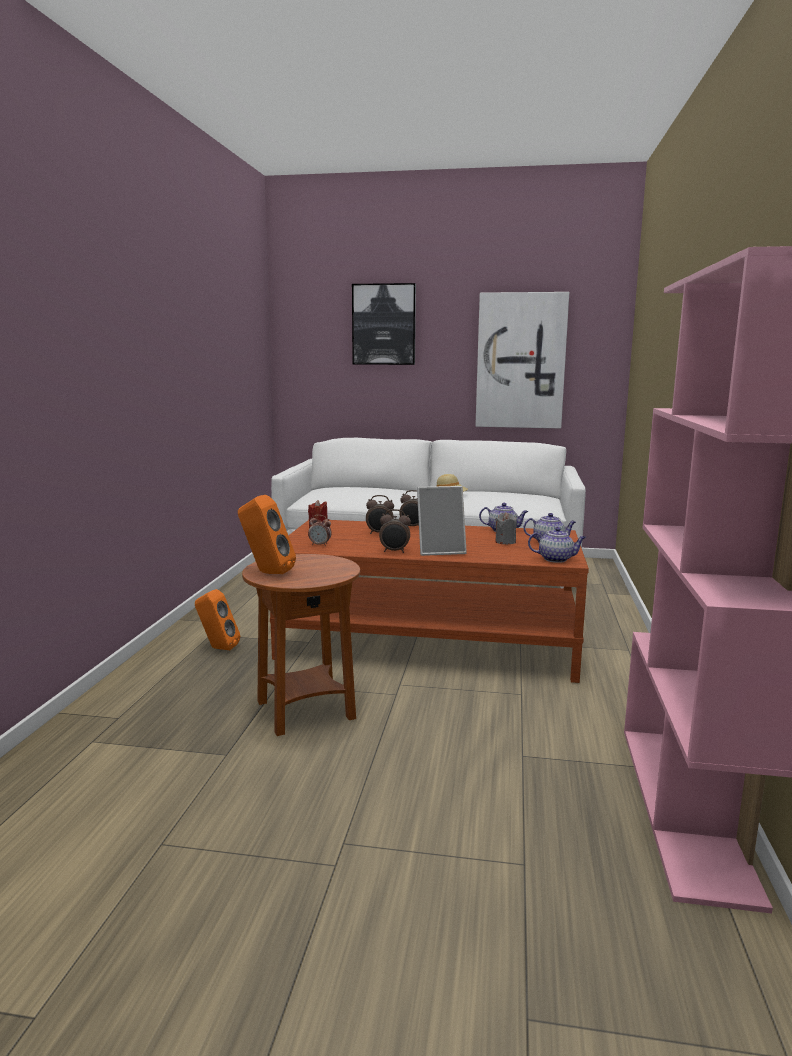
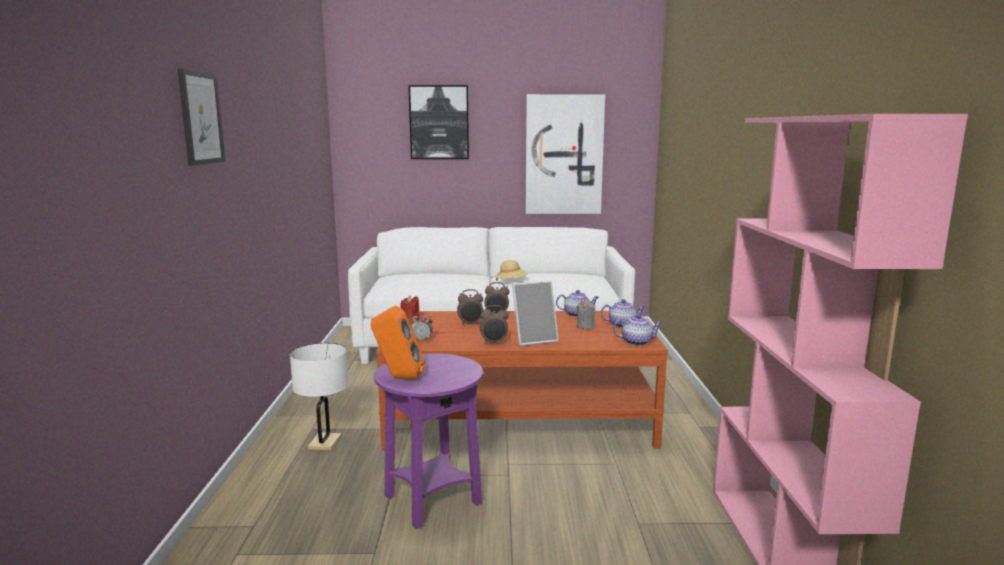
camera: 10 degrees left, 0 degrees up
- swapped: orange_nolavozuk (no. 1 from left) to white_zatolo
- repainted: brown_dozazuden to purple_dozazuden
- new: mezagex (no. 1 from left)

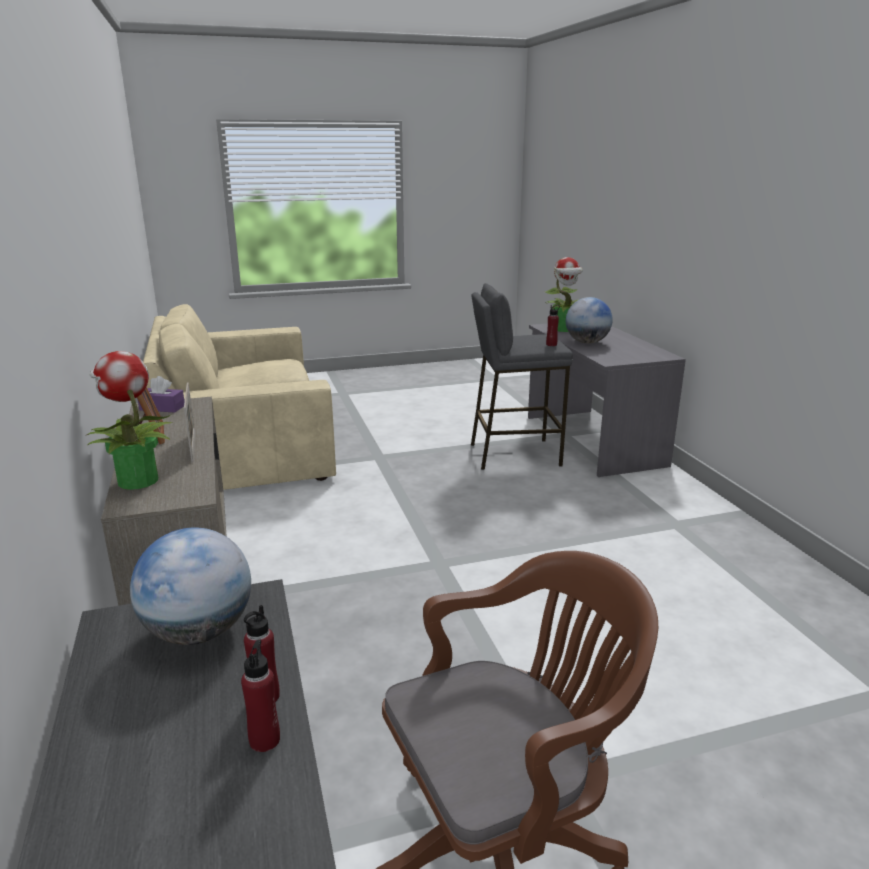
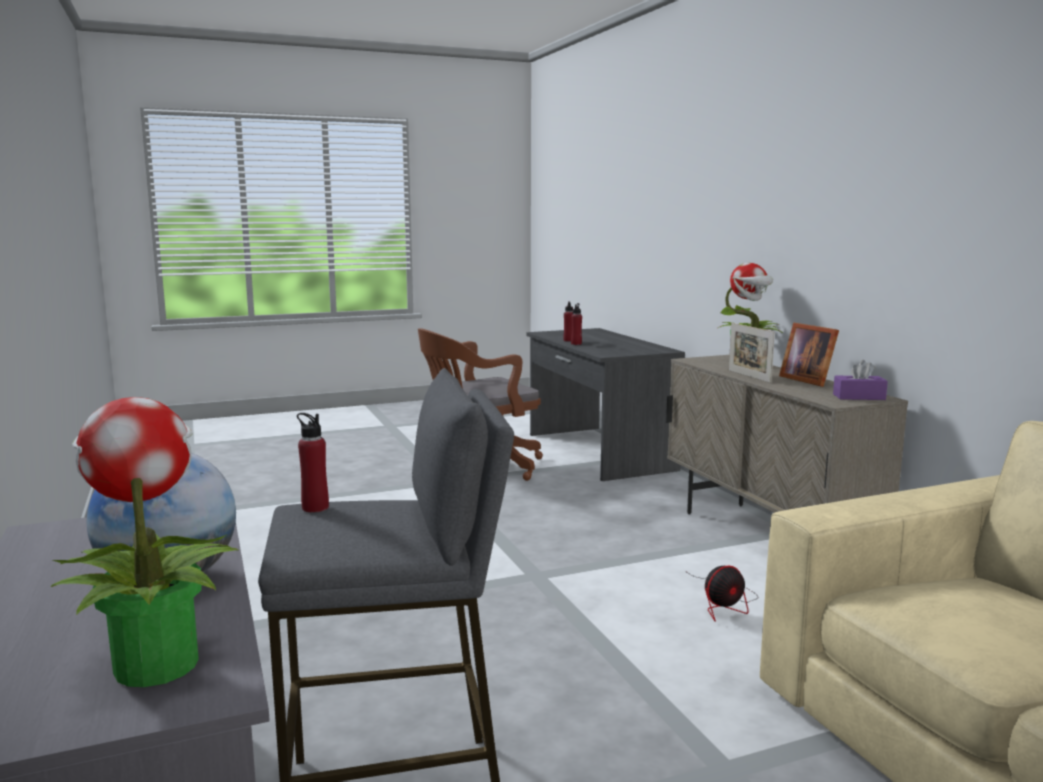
camera: 175 degrees right, 10 degrees down
- gone: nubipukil (no. 1 from left)
- new: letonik

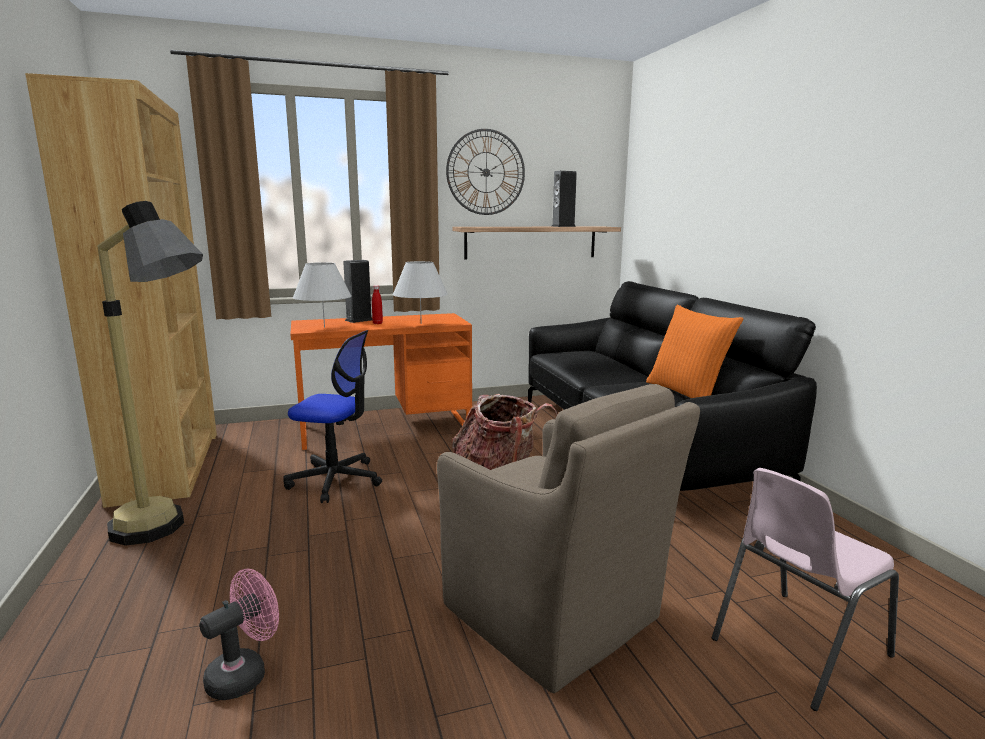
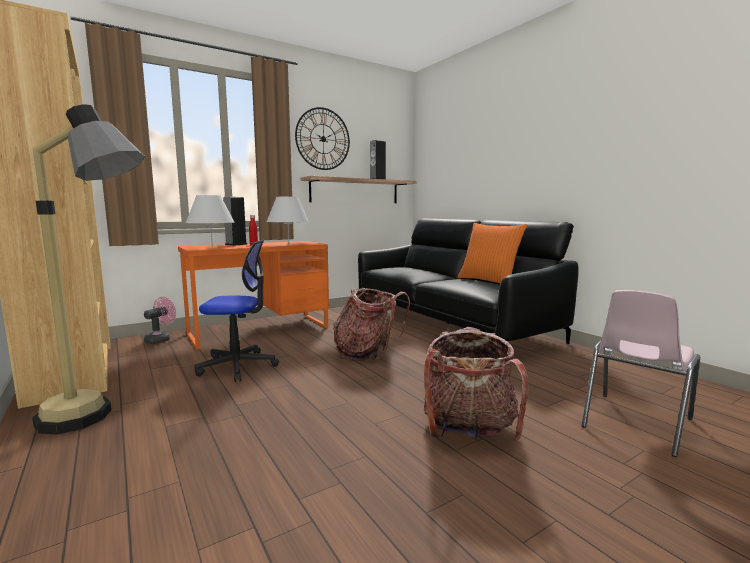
camera: 15 degrees left, 5 degrees down
- shifted: pink_letonik
- swapped: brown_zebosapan to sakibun (no. 2 from left)

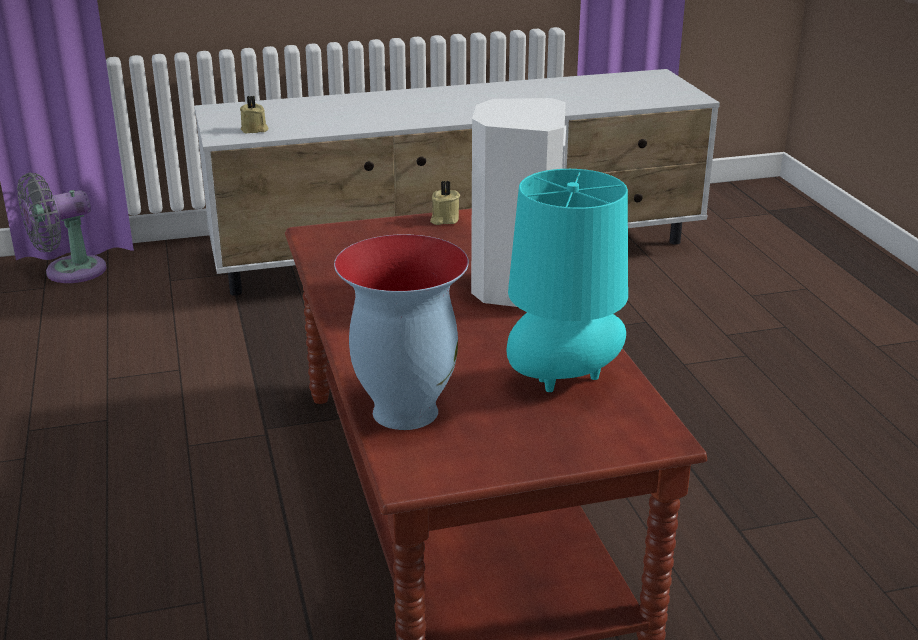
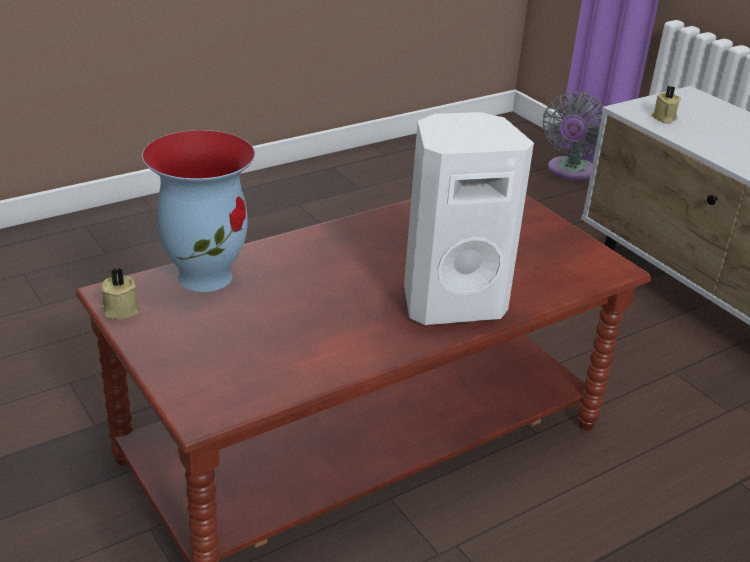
camera: 70 degrees right, 5 degrees up
- rotated: grey_letonik 105 degrees counterclockwise
- shifted: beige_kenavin (no. 2 from left in the first image) to beige_kenavin (no. 1 from left)
- gone: turquoise_zatolo

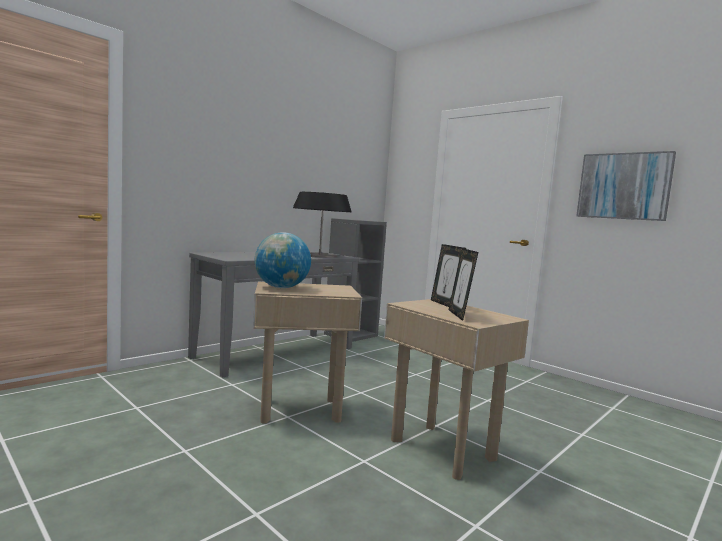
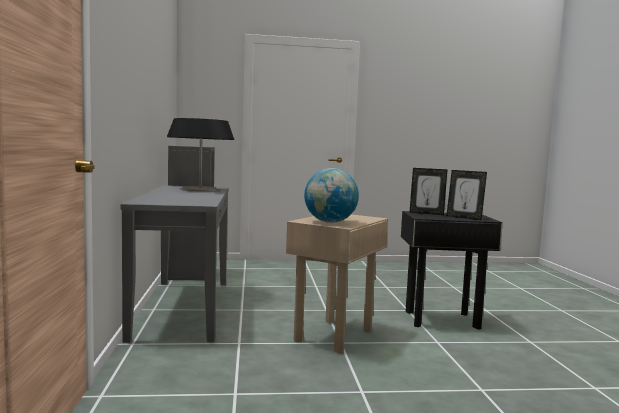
camera: 50 degrees left, 0 degrees up
- repainted: beige_dozazuden (no. 2 from left) to black_dozazuden
- gone: mezagex

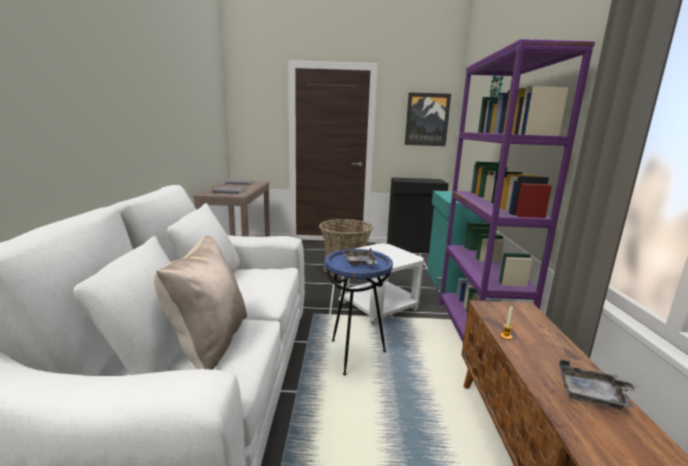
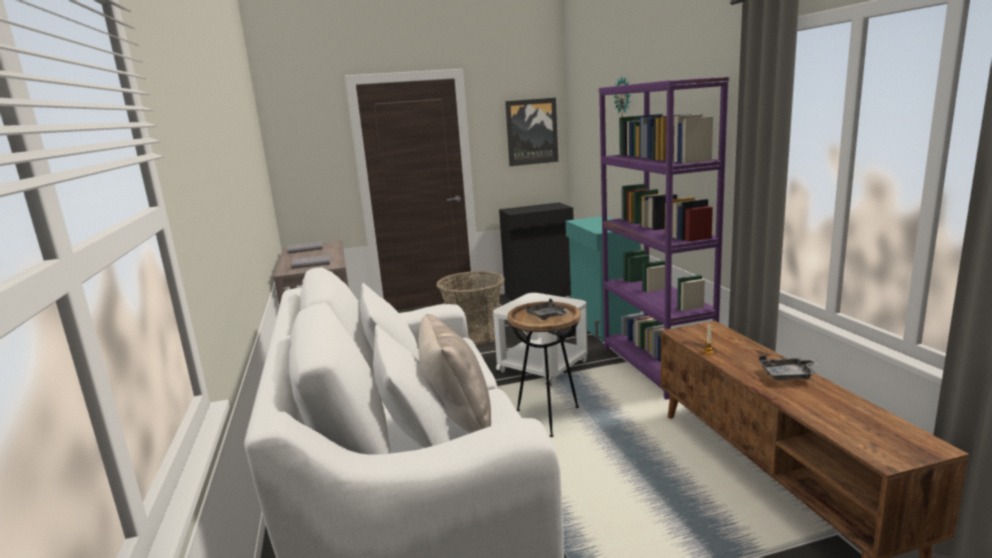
camera: 15 degrees left, 0 degrees up
- repainted: blue_dozazuden to brown_dozazuden

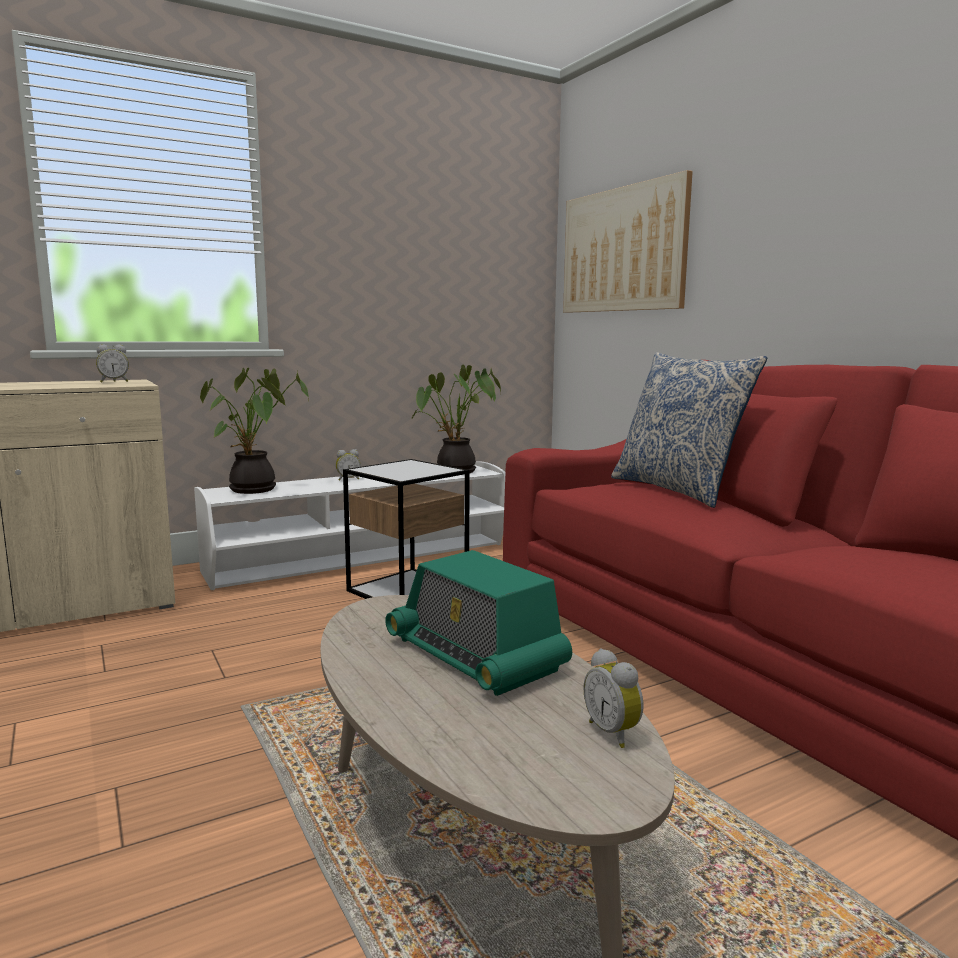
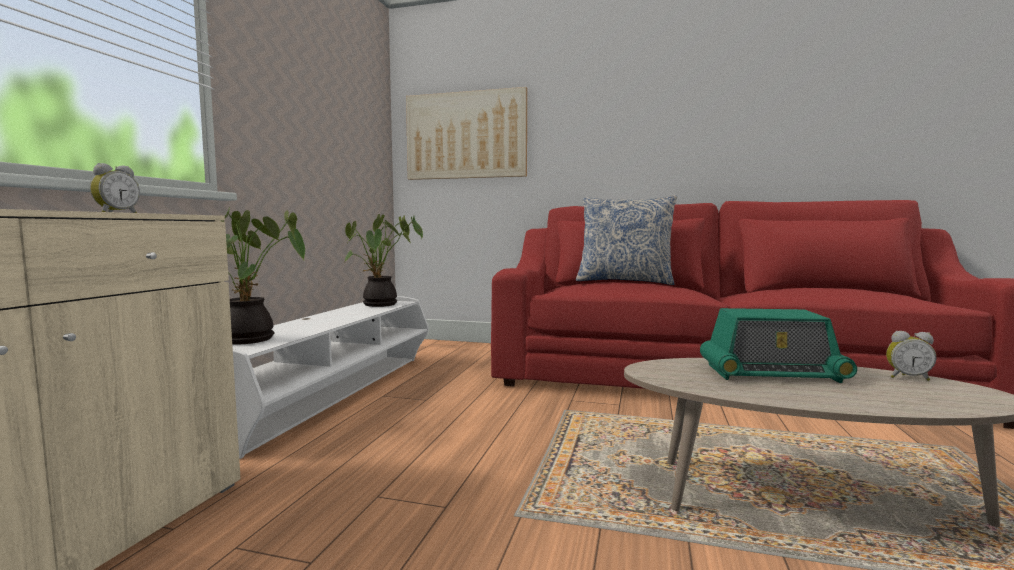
camera: 45 degrees left, 5 degrees down
- gone: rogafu (no. 2 from left)
- gone: dozazuden

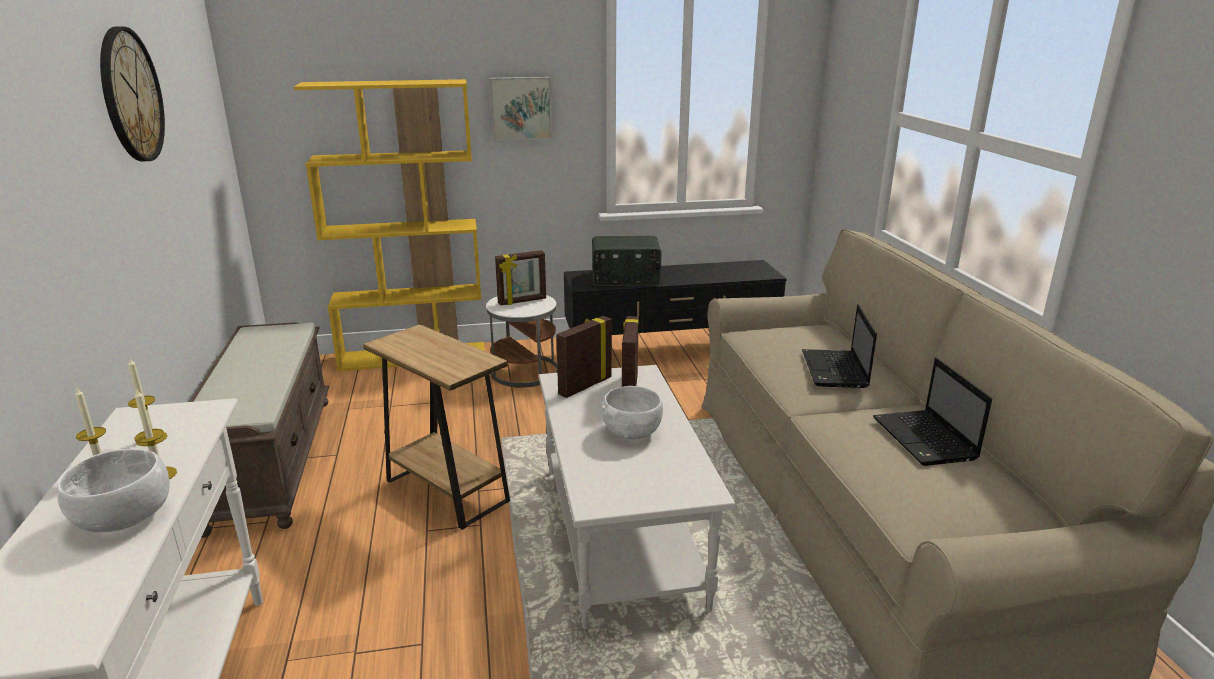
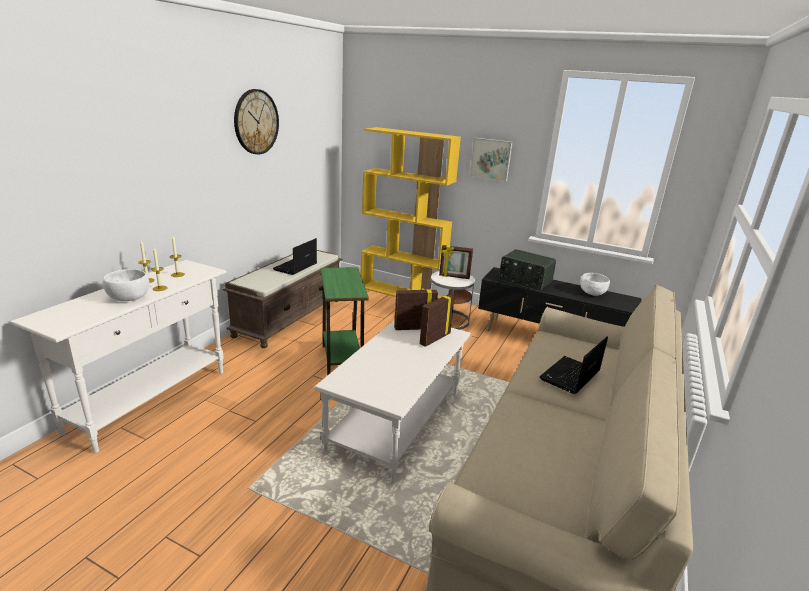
camera: 35 degrees right, 0 degrees up
- repainted: brown_dozazuden to green_dozazuden
- shifted: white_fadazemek (no. 2 from left)
- shifted: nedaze (no. 2 from left in the first image) to nedaze (no. 1 from left)

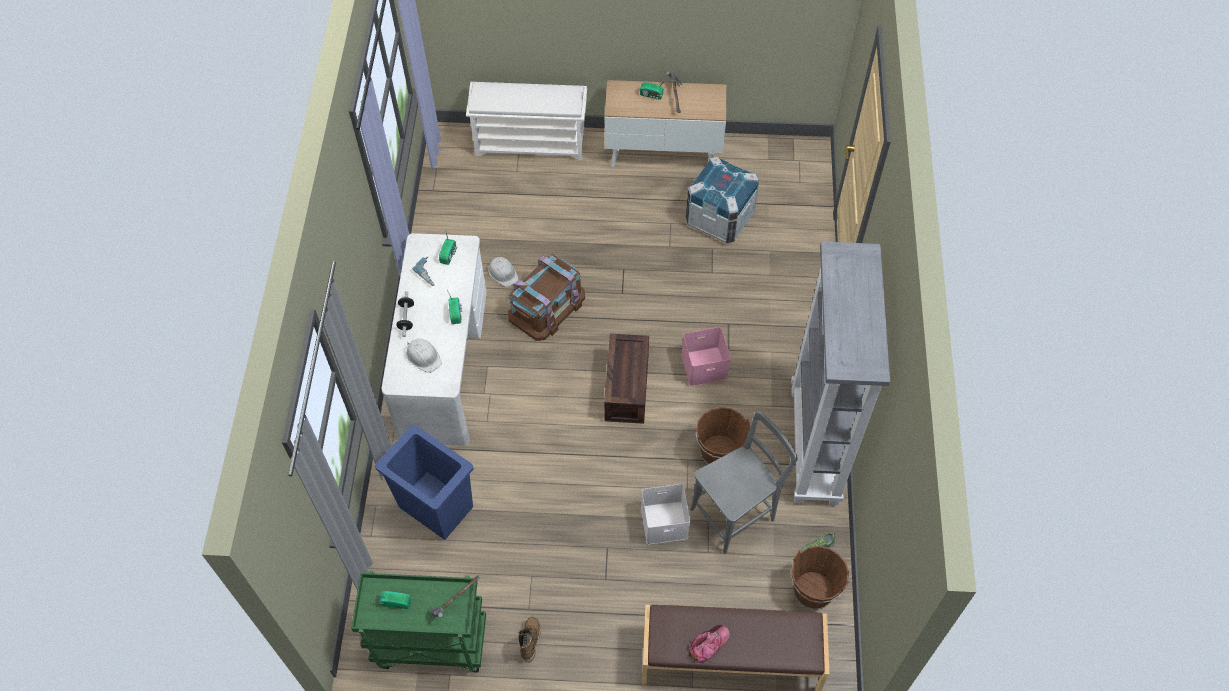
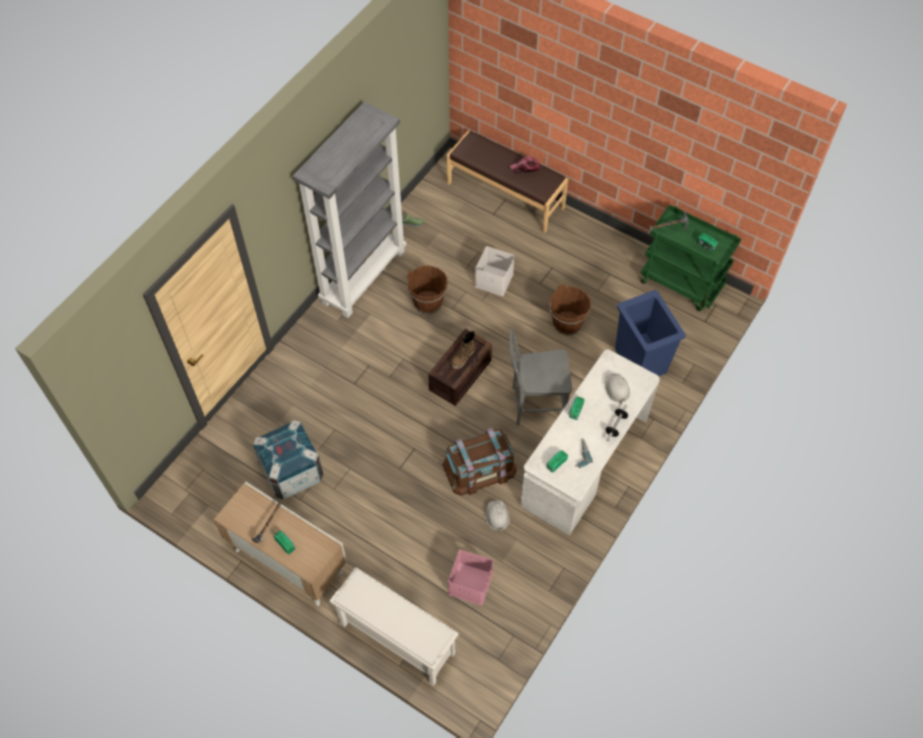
camera: 150 degrees left, 0 degrees up
- shifted: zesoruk
- shifted: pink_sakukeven
- shifted: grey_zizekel
- shifted: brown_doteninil (no. 2 from left)

